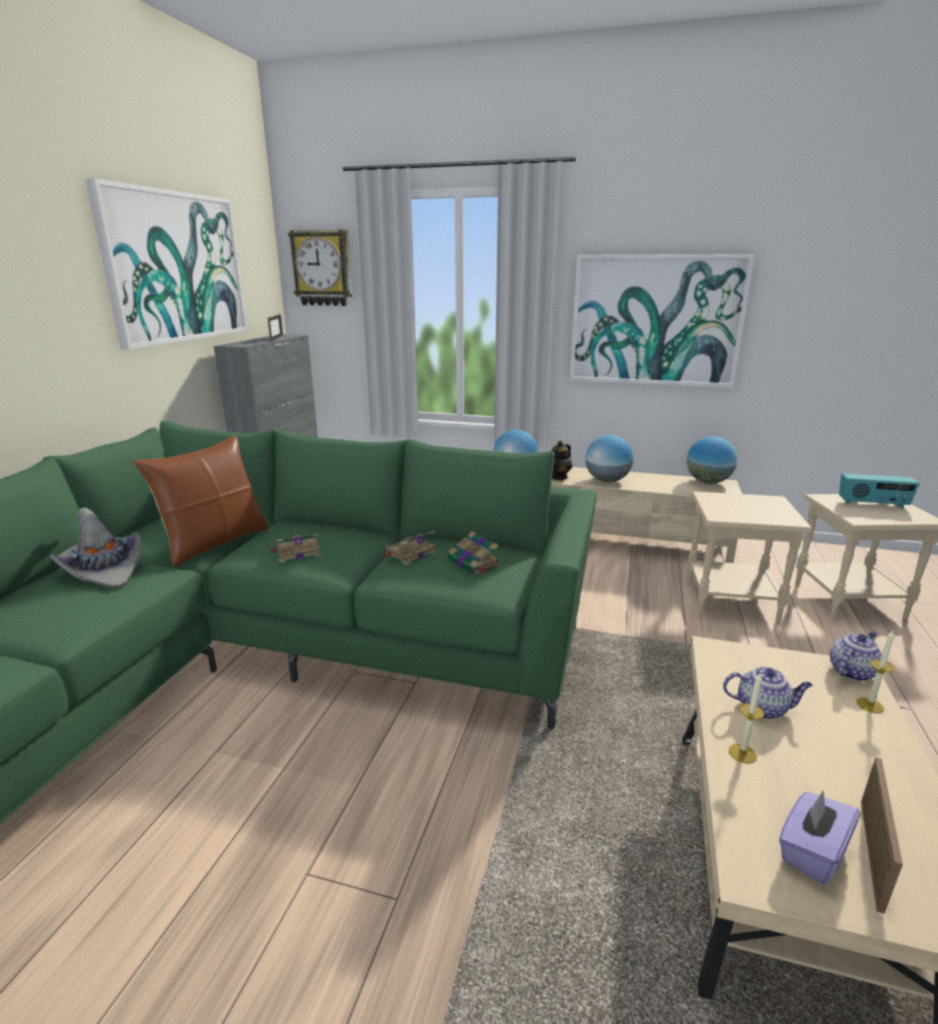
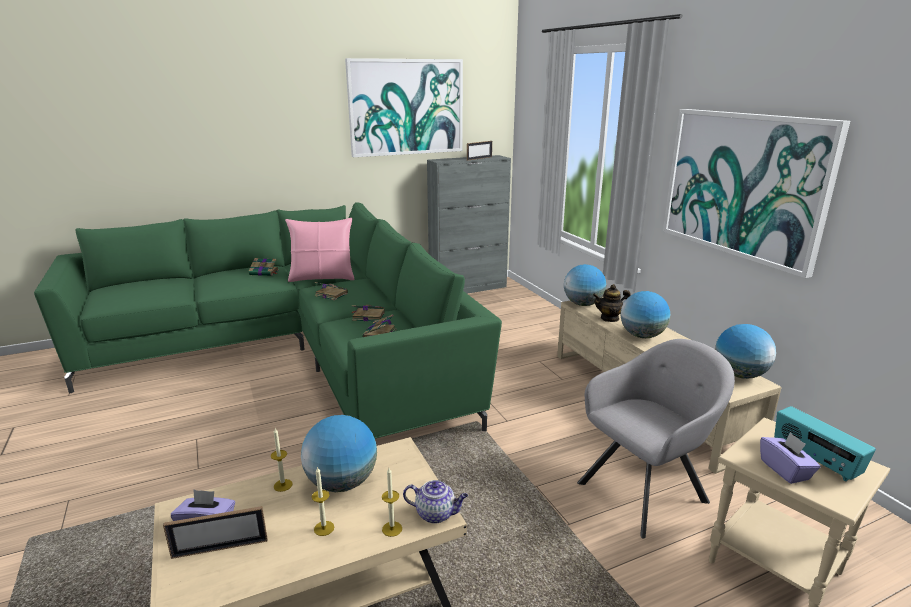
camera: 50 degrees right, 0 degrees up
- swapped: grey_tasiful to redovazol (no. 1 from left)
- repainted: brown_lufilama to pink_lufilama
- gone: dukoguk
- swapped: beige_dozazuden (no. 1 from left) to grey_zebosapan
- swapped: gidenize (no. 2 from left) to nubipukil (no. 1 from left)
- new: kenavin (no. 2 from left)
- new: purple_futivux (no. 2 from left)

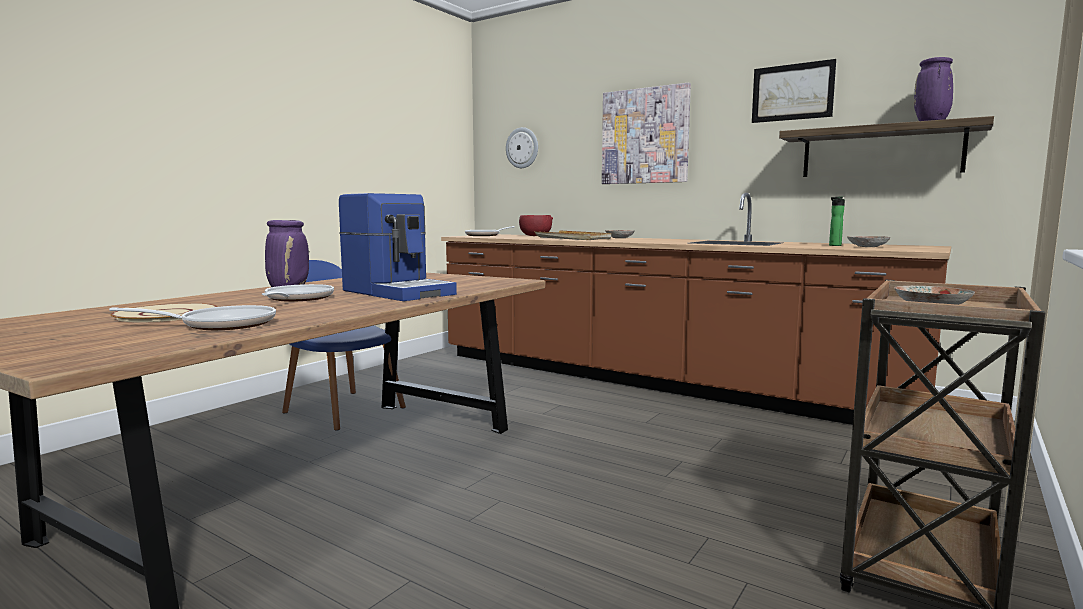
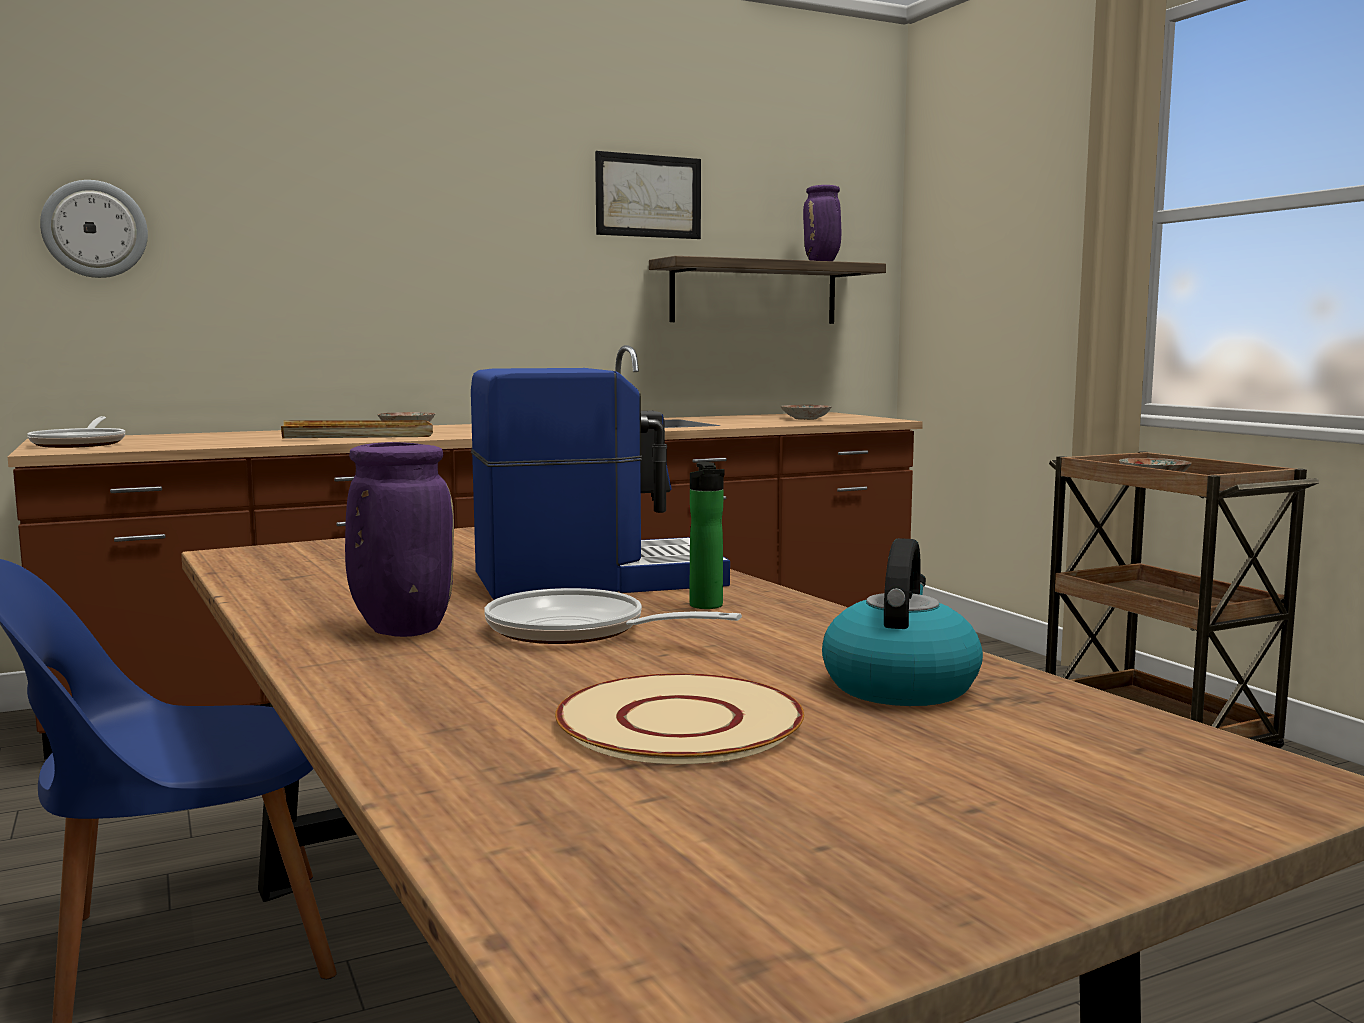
camera: 60 degrees left, 0 degrees up
- swapped: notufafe (no. 1 from left) to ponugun
- gone: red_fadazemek
- gone: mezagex (no. 1 from left)
- shifted: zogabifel

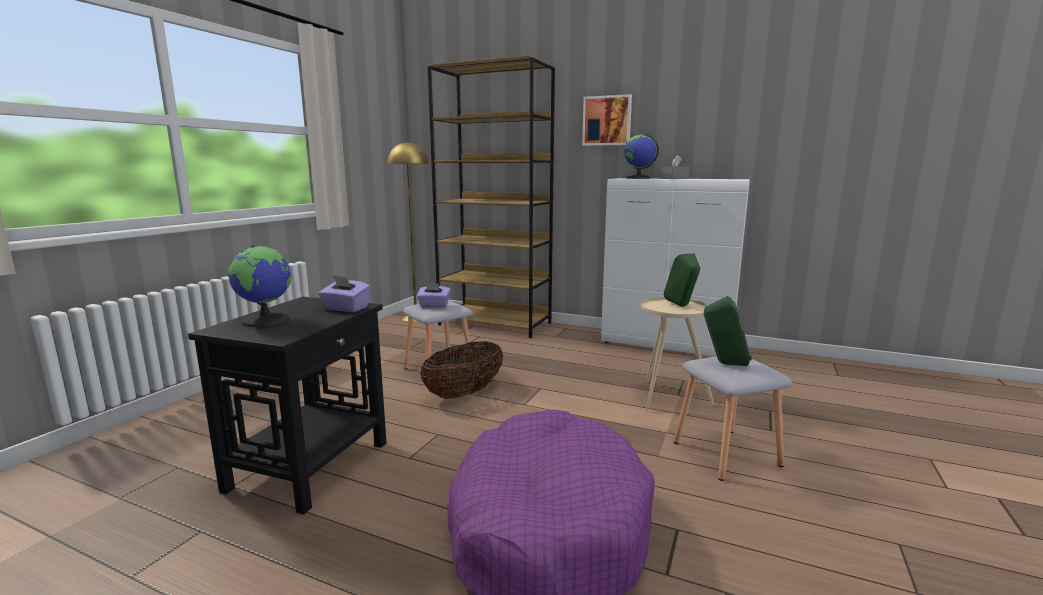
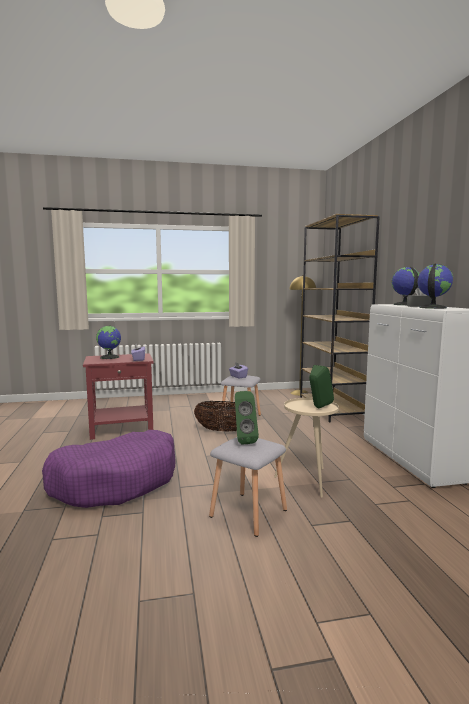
camera: 55 degrees right, 5 degrees down
- repainted: black_dozazuden to red_dozazuden
- gone: mezagex
- new: nubipukil (no. 3 from left)

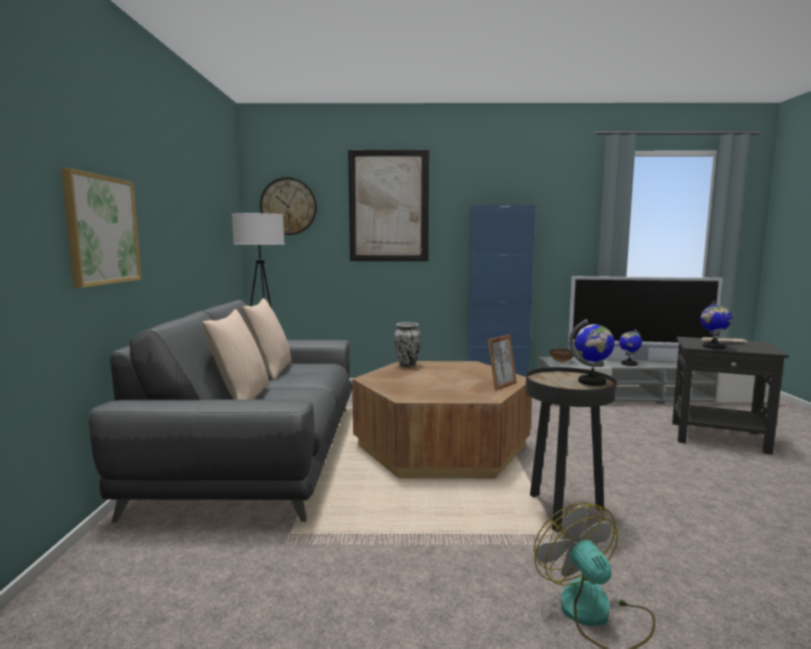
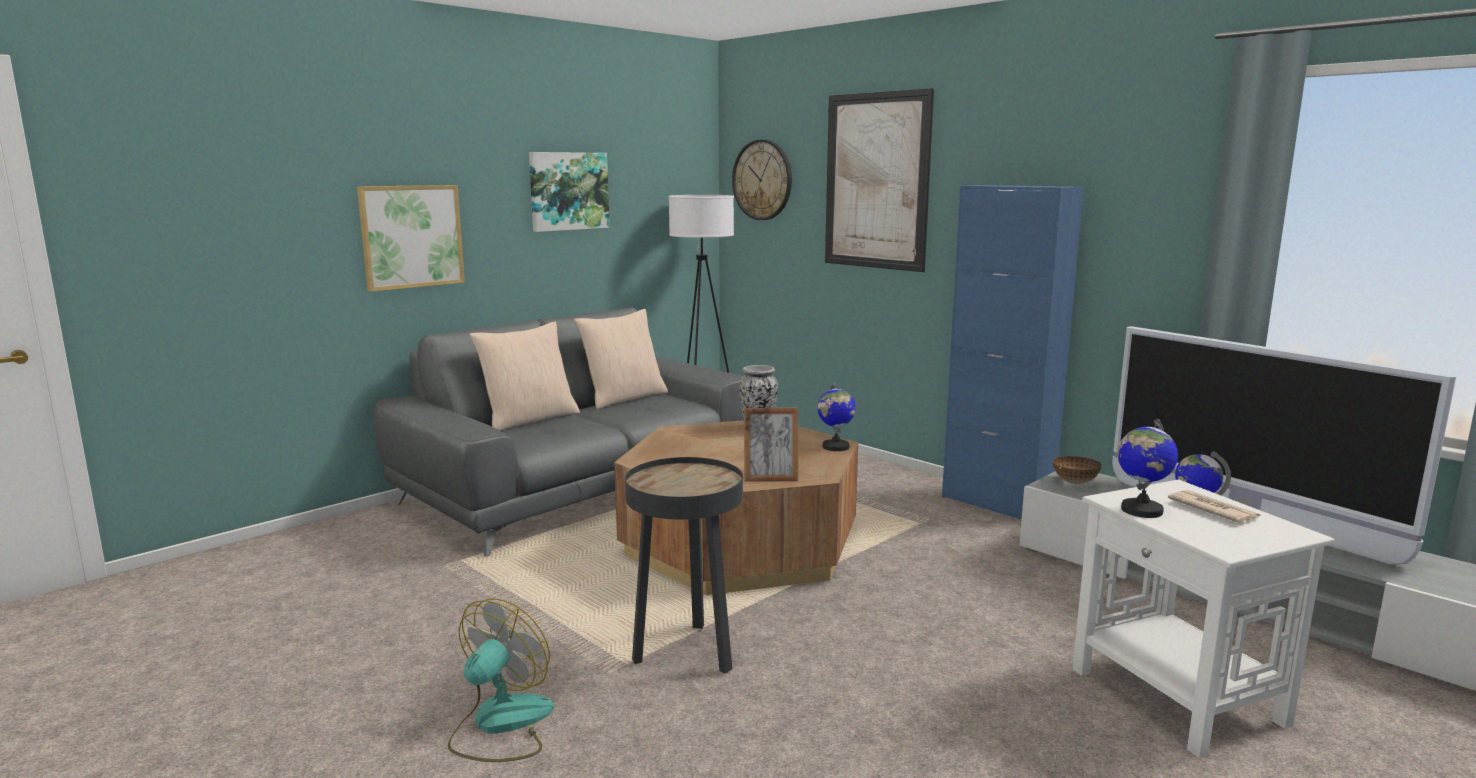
camera: 45 degrees right, 5 degrees up
- shifted: nubipukil (no. 1 from left)
- repainted: black_dozazuden (no. 2 from left) to white_dozazuden
- new: mezagex (no. 2 from left)

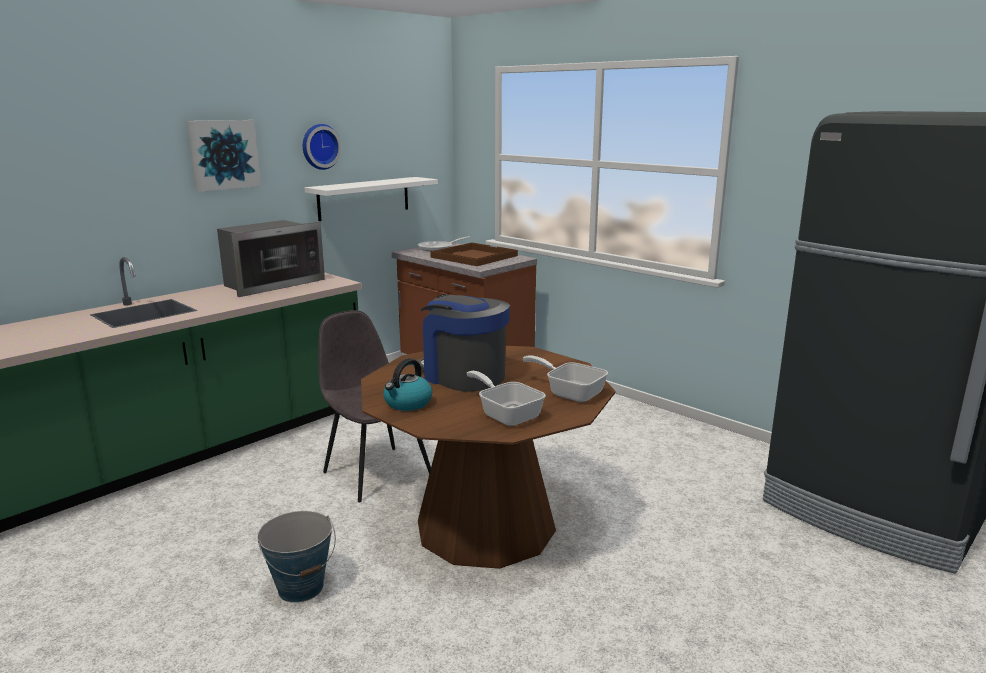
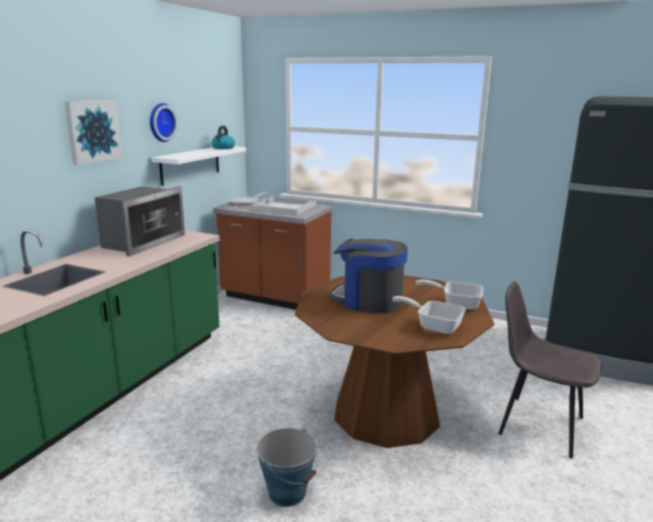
camera: 20 degrees left, 0 degrees up
- shifted: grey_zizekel
- shifted: ponugun
- repainted: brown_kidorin to white_kidorin

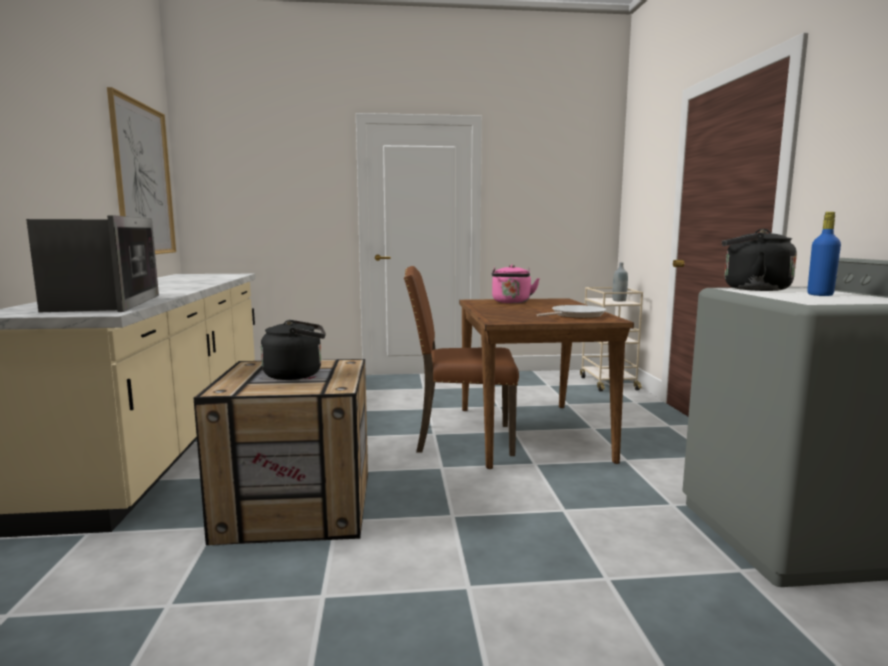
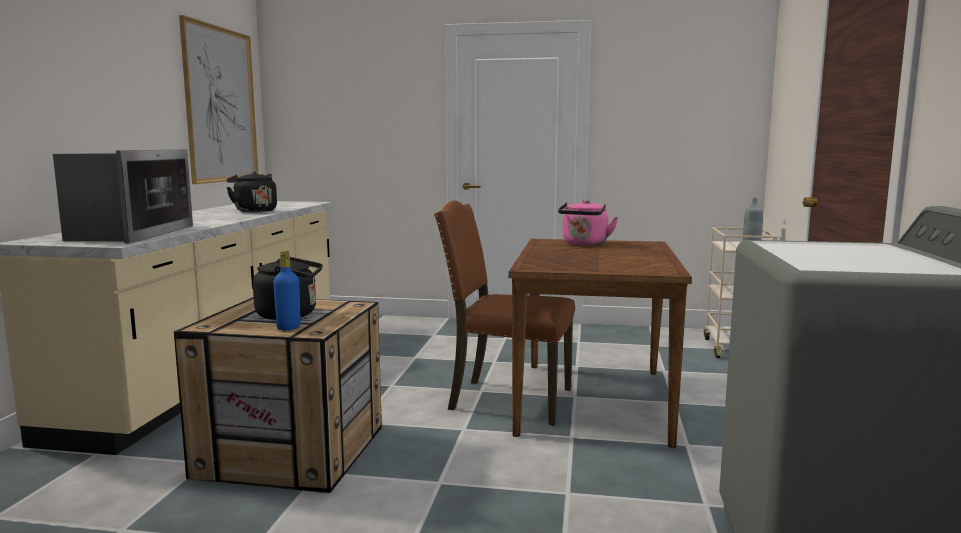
camera: 15 degrees right, 0 degrees up
- gone: notufafe
- shifted: black_ponugun (no. 2 from left in the first image) to black_ponugun (no. 1 from left)
- shifted: blue_zogabifel

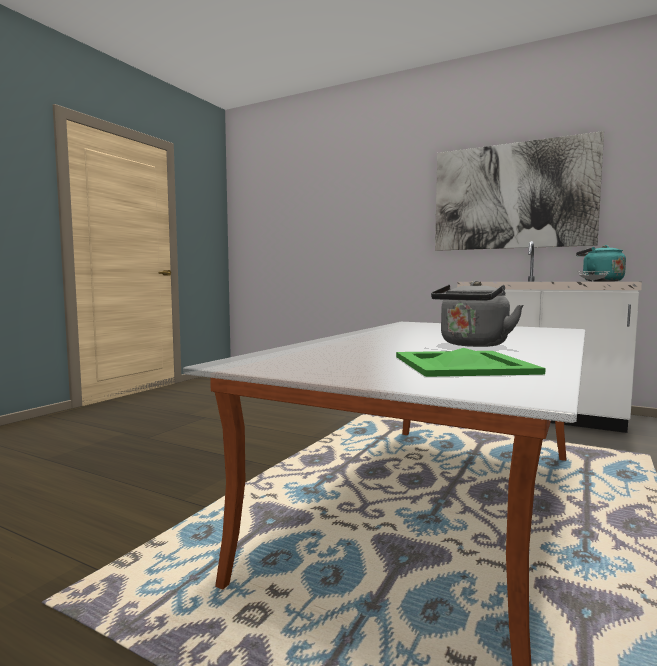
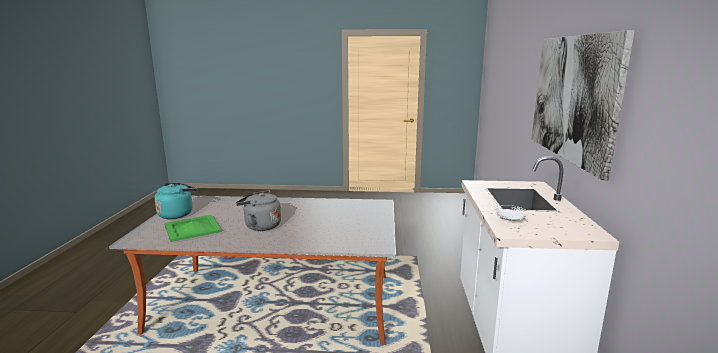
camera: 65 degrees right, 10 degrees up
- shifted: turquoise_ponugun

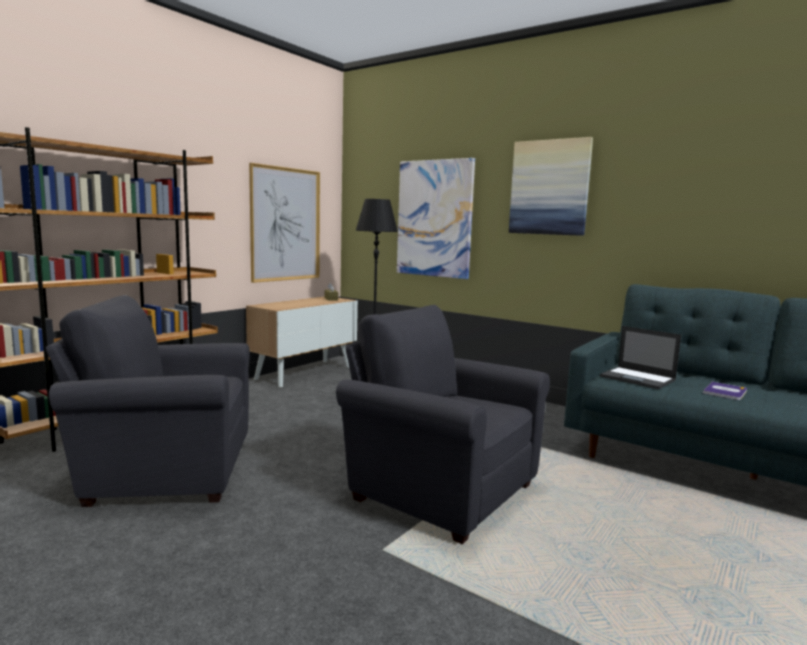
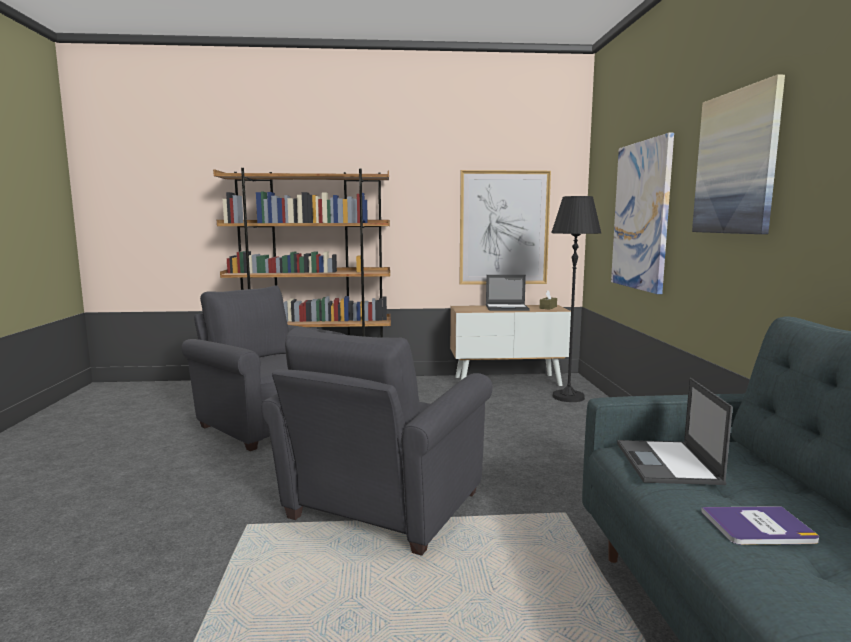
camera: 50 degrees right, 0 degrees up
- rotated: grey_zebosapan (no. 2 from left) 150 degrees counterclockwise
- new: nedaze (no. 1 from left)

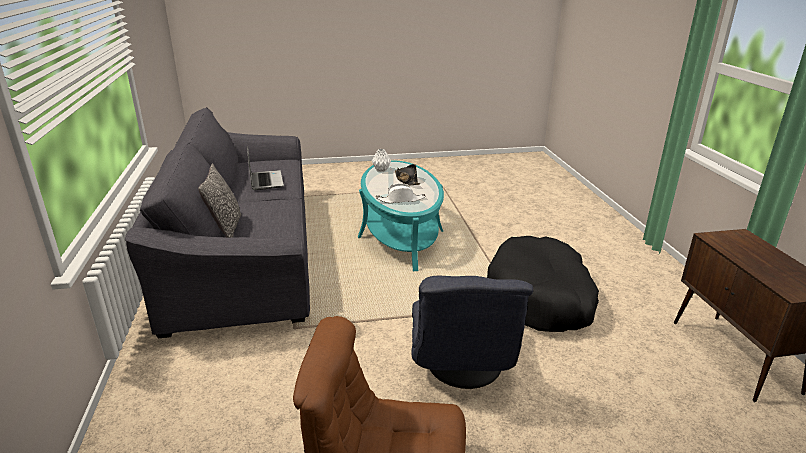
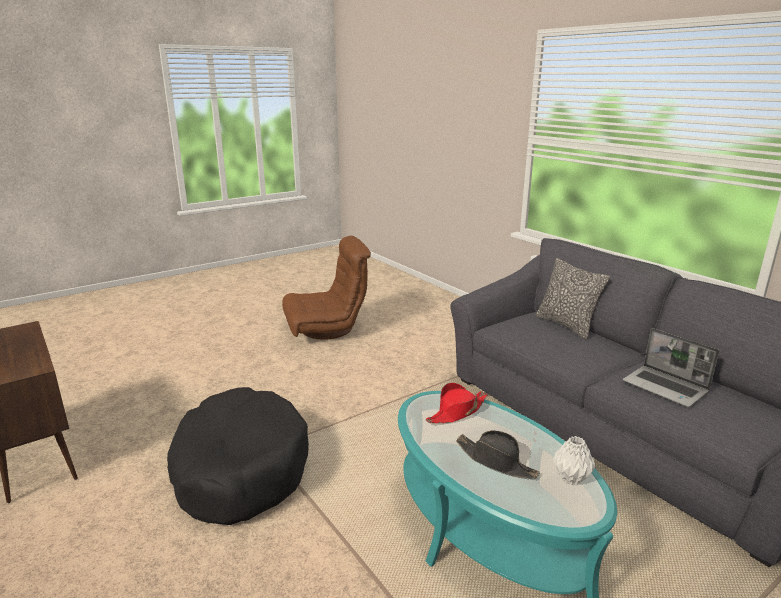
camera: 155 degrees right, 5 degrees down
- repainted: white_tasiful to red_tasiful
- gone: grey_zebosapan

